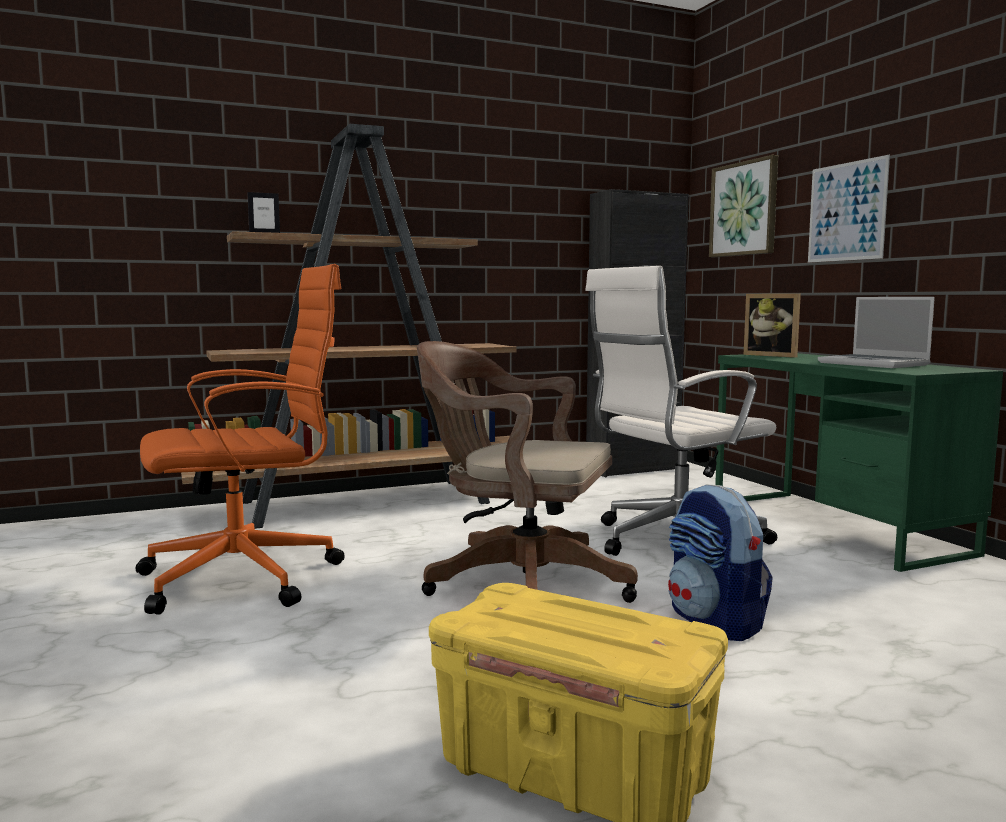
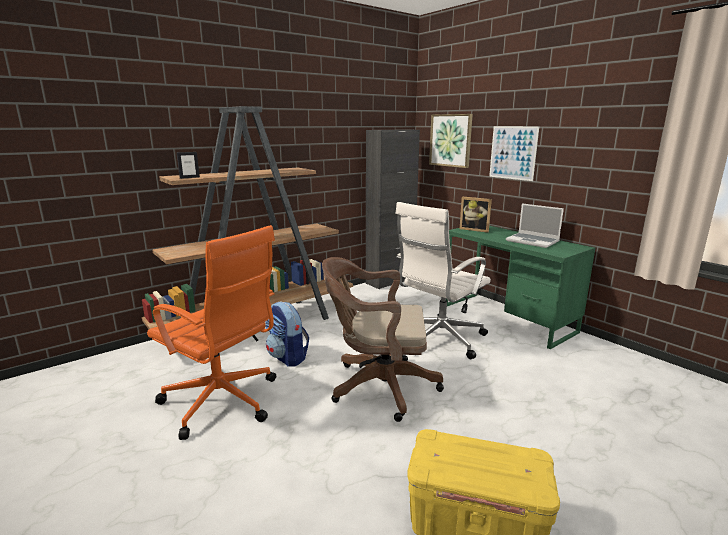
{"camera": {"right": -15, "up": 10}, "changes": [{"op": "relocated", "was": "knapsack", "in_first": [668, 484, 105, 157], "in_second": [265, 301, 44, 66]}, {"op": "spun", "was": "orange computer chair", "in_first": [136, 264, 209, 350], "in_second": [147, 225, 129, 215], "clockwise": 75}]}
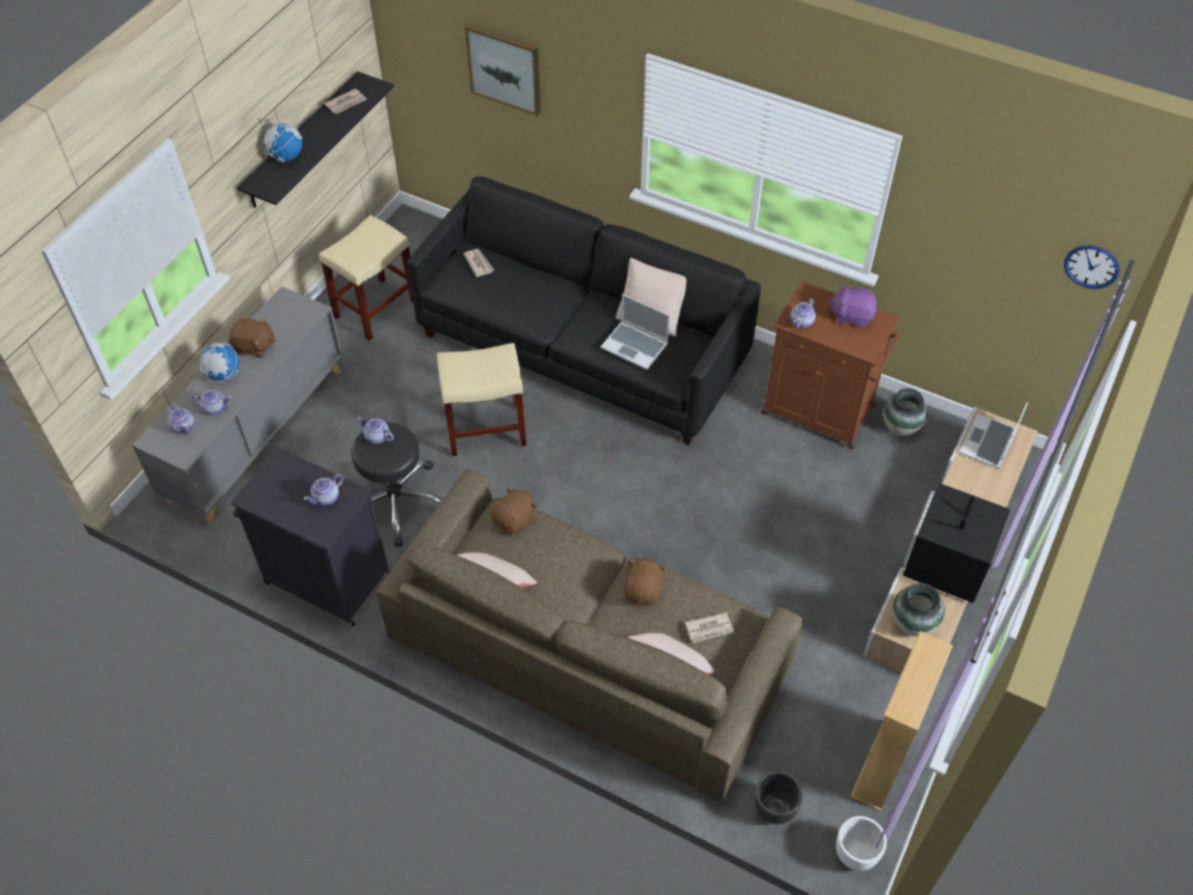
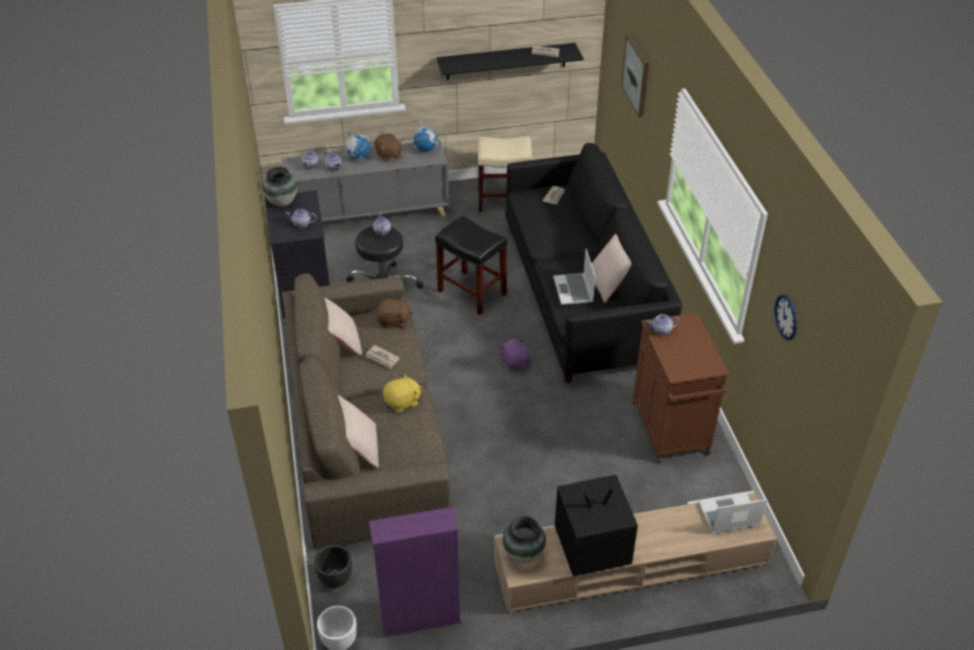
{"camera": {"right": 50, "up": -10}, "changes": [{"op": "relocated", "was": "desk globe", "in_first": [263, 118, 39, 44], "in_second": [411, 119, 27, 33]}, {"op": "relocated", "was": "newspaper", "in_first": [685, 612, 49, 31], "in_second": [366, 345, 34, 24]}, {"op": "relocated", "was": "purple-coloured cuddly toy", "in_first": [829, 283, 48, 45], "in_second": [499, 338, 32, 33]}, {"op": "relocated", "was": "vase", "in_first": [883, 388, 45, 48], "in_second": [262, 167, 35, 40]}, {"op": "relocated", "was": "clock on the wall", "in_first": [1064, 246, 56, 43], "in_second": [775, 294, 22, 46]}, {"op": "colour", "was": "beige stool seat", "now": "black-coloured stool seat", "in_first": [437, 343, 90, 114], "in_second": [435, 216, 72, 99]}, {"op": "colour", "was": "brown-coloured cuddly toy", "now": "yellow cuddly toy", "in_first": [624, 558, 43, 46], "in_second": [383, 374, 38, 38]}, {"op": "colour", "was": "beige bookcase", "now": "purple-coloured bookcase", "in_first": [850, 631, 103, 180], "in_second": [369, 507, 93, 130]}]}
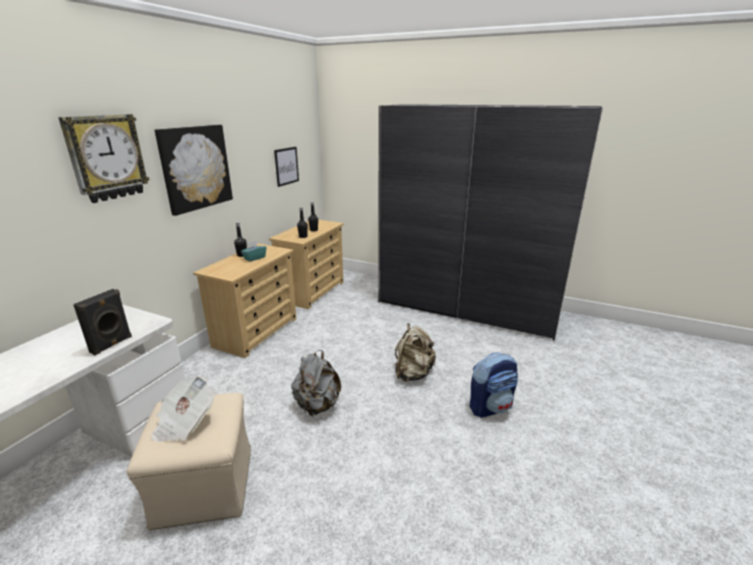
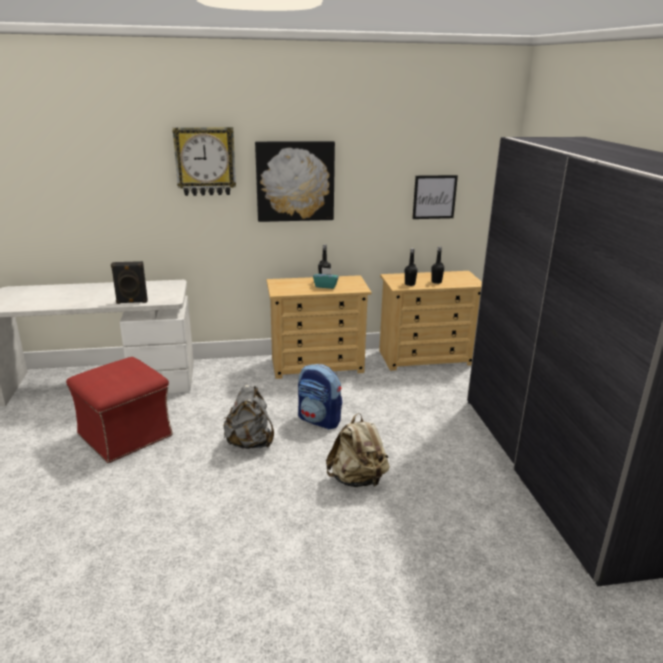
{"camera": {"right": 55, "up": 0}, "changes": [{"op": "missing", "was": "newspaper", "in_first": [151, 376, 63, 66]}, {"op": "relocated", "was": "knapsack", "in_first": [469, 352, 49, 66], "in_second": [298, 364, 44, 66]}, {"op": "colour", "was": "beige ottoman", "now": "red ottoman", "in_first": [127, 393, 124, 138], "in_second": [66, 357, 107, 106]}]}
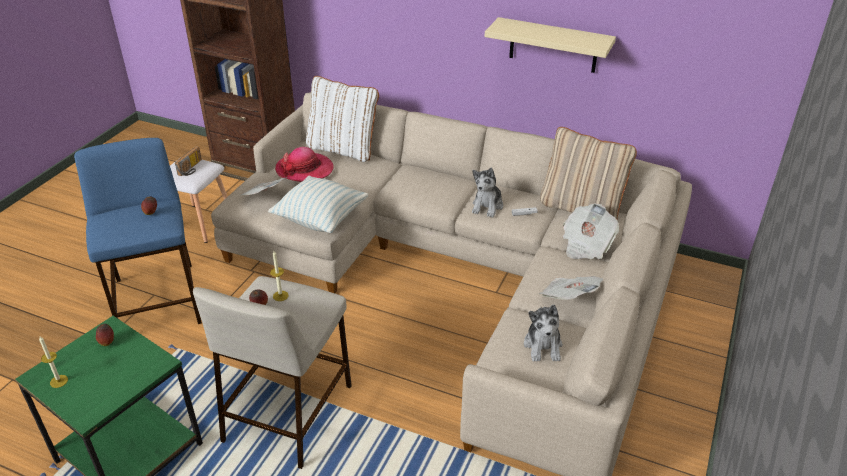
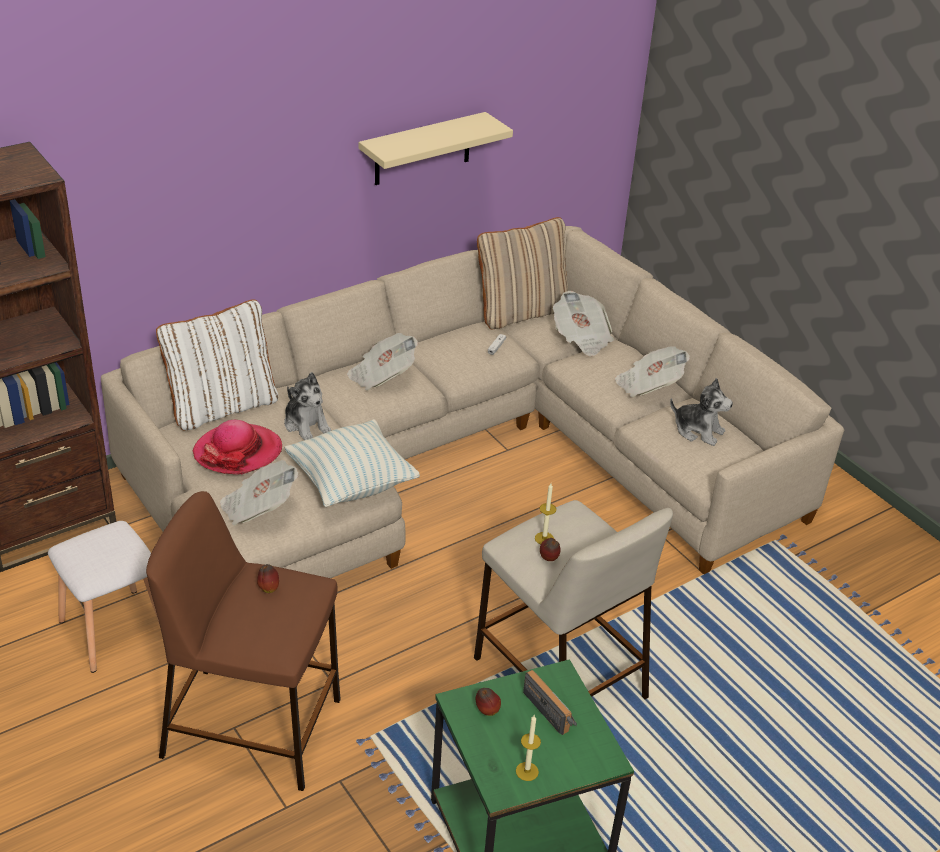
{"camera": {"right": -60, "up": 0}, "changes": [{"op": "appeared", "now": "newspaper", "in_second": [347, 333, 71, 58]}, {"op": "relocated", "was": "radio receiver", "in_first": [175, 146, 27, 30], "in_second": [523, 670, 54, 65]}, {"op": "relocated", "was": "cuddly toy", "in_first": [472, 168, 31, 50], "in_second": [284, 372, 47, 68]}, {"op": "colour", "was": "blue-coloured stool seat", "now": "brown-coloured stool seat", "in_first": [74, 138, 128, 186], "in_second": [146, 491, 195, 300]}]}
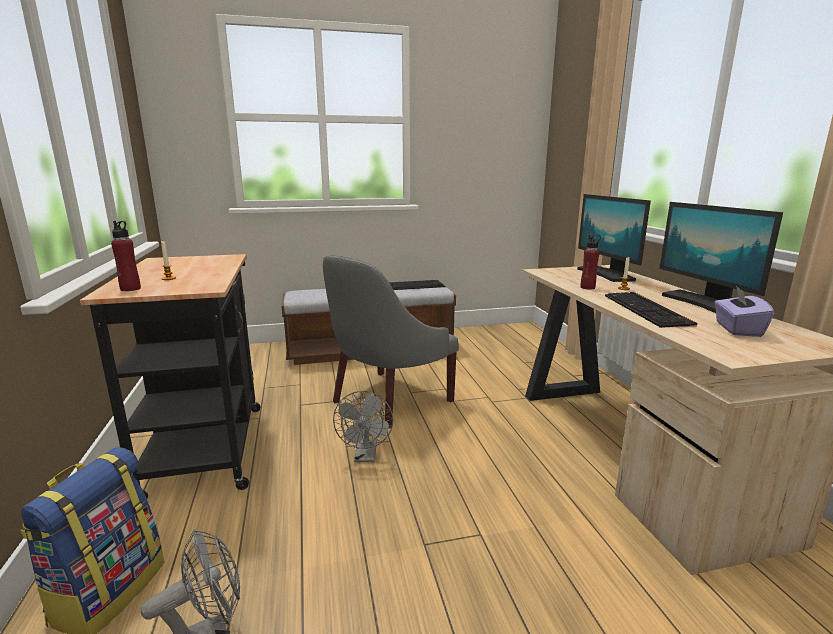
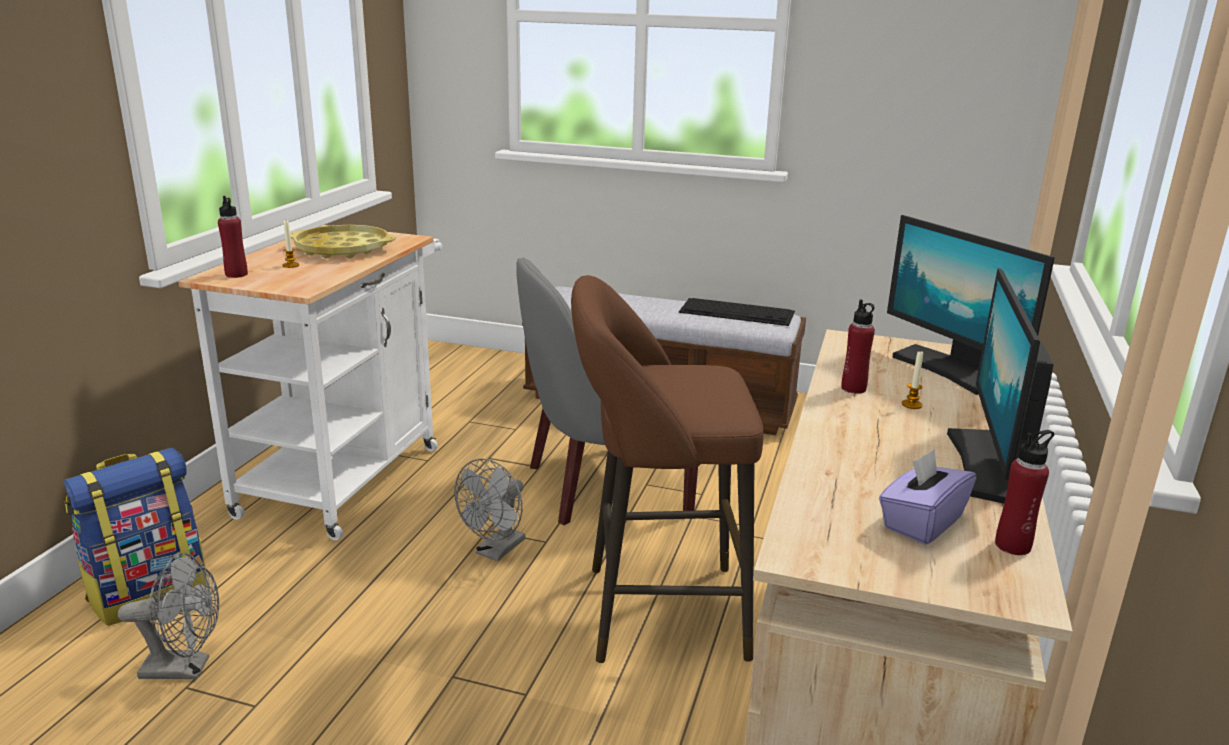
{"camera": {"right": 30, "up": 5}, "changes": [{"op": "missing", "was": "PC keyboard", "in_first": [605, 292, 92, 36]}, {"op": "appeared", "now": "yellow serving tray", "in_second": [290, 225, 106, 33]}, {"op": "appeared", "now": "brown-coloured stool seat", "in_second": [571, 275, 193, 388]}, {"op": "appeared", "now": "red drink bottle", "in_second": [995, 430, 59, 125]}, {"op": "colour", "was": "black-coloured trolley", "now": "whitish trolley", "in_first": [80, 254, 180, 245], "in_second": [178, 225, 264, 316]}, {"op": "spun", "was": "monitor", "in_first": [577, 194, 74, 88], "in_second": [887, 215, 168, 180], "clockwise": -45}]}
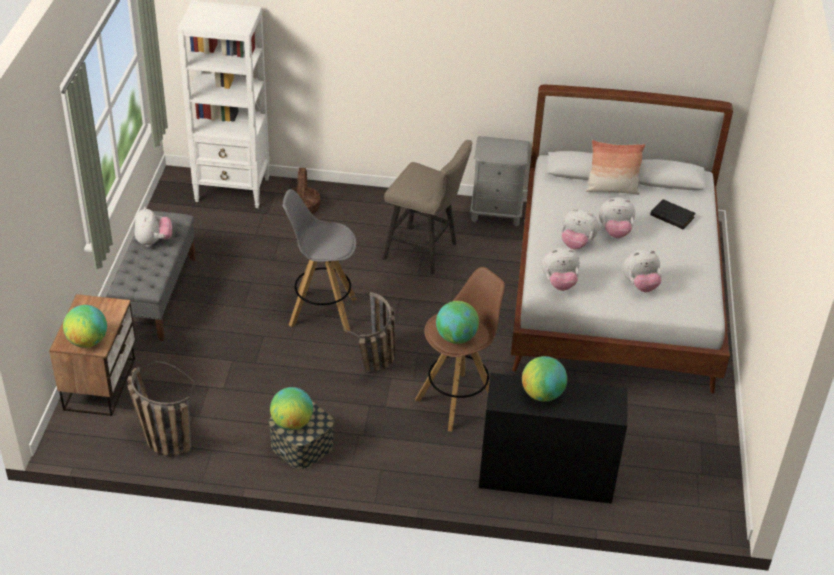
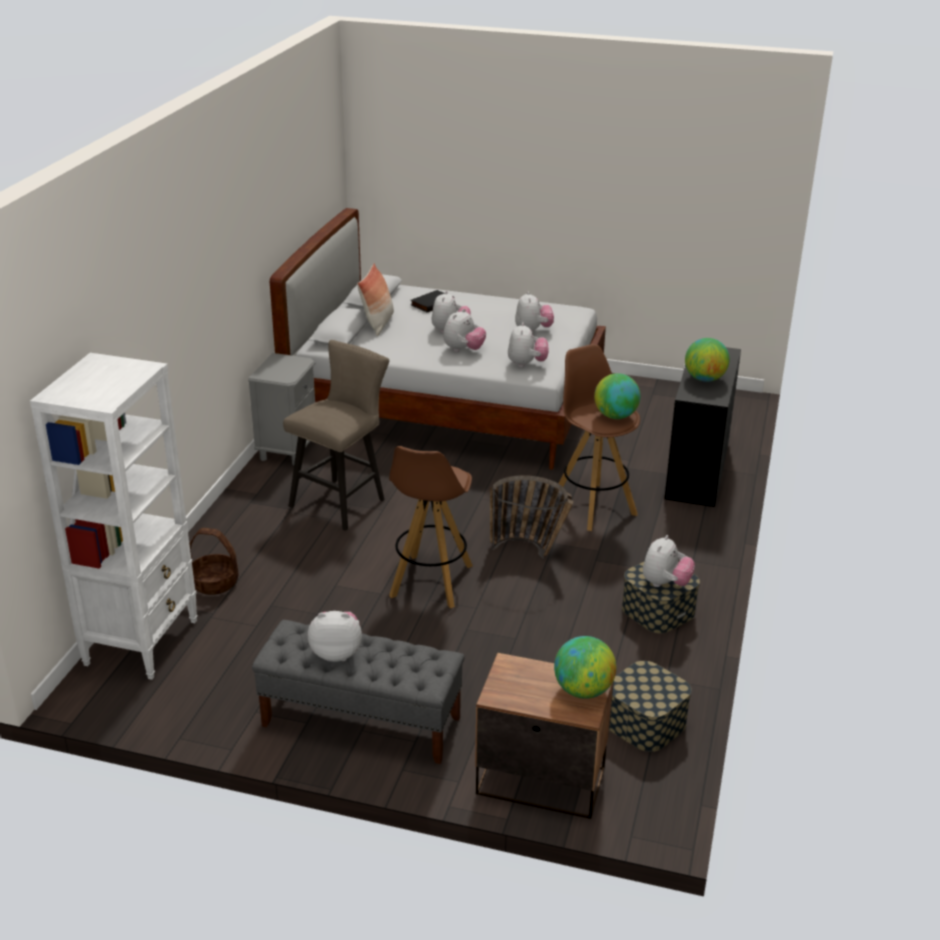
{"camera": {"right": -80, "up": -10}, "changes": [{"op": "exchanged", "was": "storage basket", "now": "storage box", "in_first": [127, 361, 68, 95], "in_second": [609, 661, 83, 91]}, {"op": "exchanged", "was": "desk globe", "now": "cuddly toy", "in_first": [270, 387, 43, 43], "in_second": [643, 535, 52, 52]}, {"op": "colour", "was": "grey stool seat", "now": "brown-coloured stool seat", "in_first": [282, 189, 75, 143], "in_second": [389, 446, 84, 162]}]}
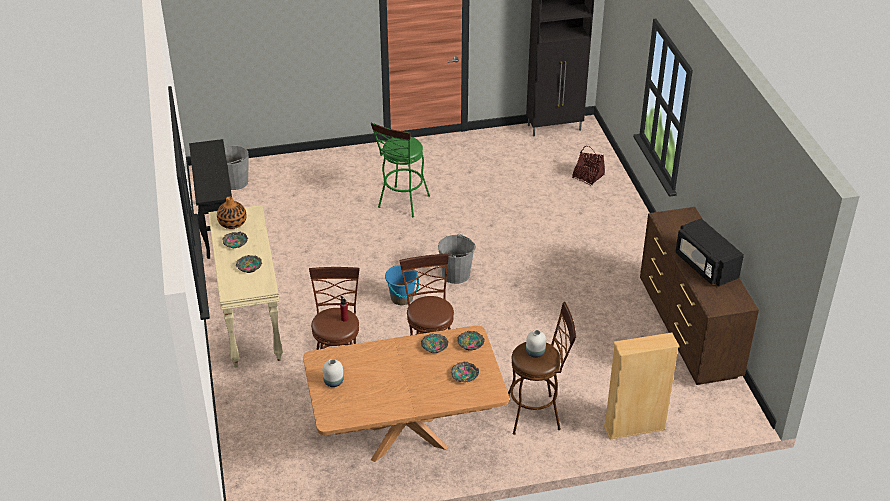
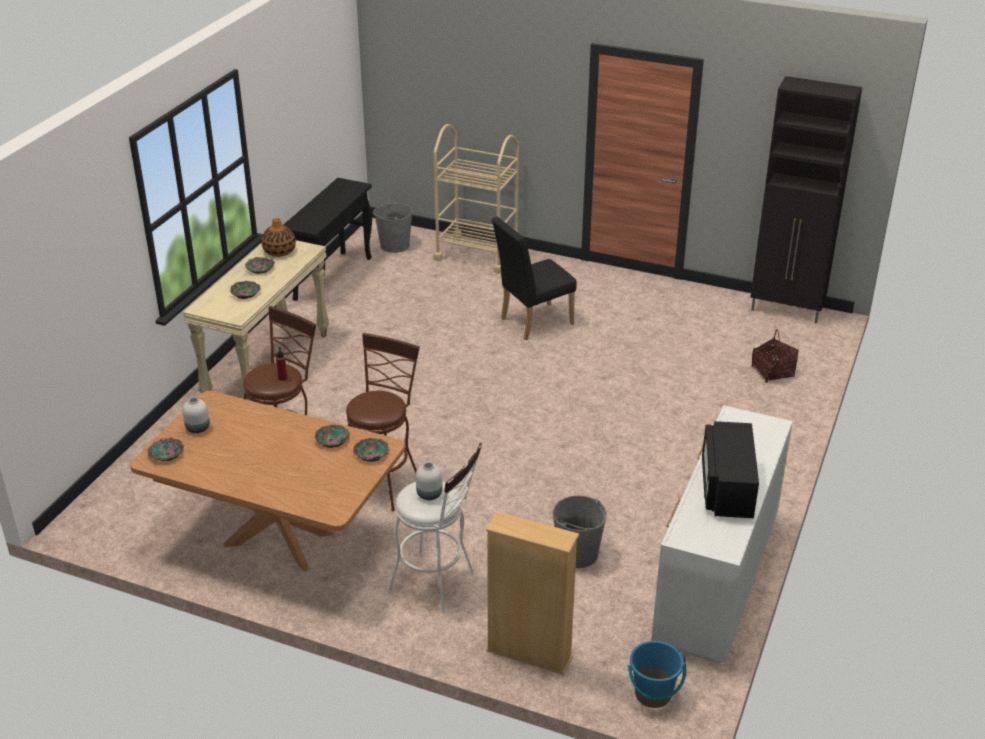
{"camera": {"right": 35, "up": -5}, "changes": [{"op": "appeared", "now": "beige trolley", "in_second": [434, 124, 85, 150]}, {"op": "relocated", "was": "blue-coloured pail", "in_first": [385, 265, 34, 40], "in_second": [628, 641, 58, 67]}, {"op": "relocated", "was": "grey pail", "in_first": [438, 234, 38, 50], "in_second": [553, 495, 54, 73]}, {"op": "relocated", "was": "bowl", "in_first": [451, 361, 28, 21], "in_second": [147, 437, 37, 24]}, {"op": "exchanged", "was": "green-coloured stool seat", "now": "black-coloured plain chair", "in_first": [371, 122, 59, 95], "in_second": [492, 217, 85, 123]}, {"op": "colour", "was": "brown-coloured stool seat", "now": "whitish stool seat", "in_first": [508, 302, 68, 133], "in_second": [388, 442, 95, 171]}, {"op": "colour", "was": "brown-coloured chest of drawers", "now": "whitish chest of drawers", "in_first": [640, 207, 119, 178], "in_second": [651, 405, 142, 259]}]}
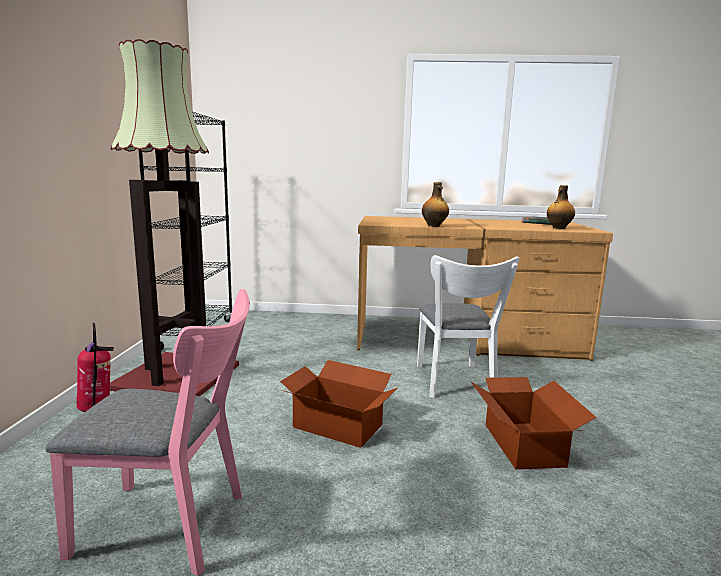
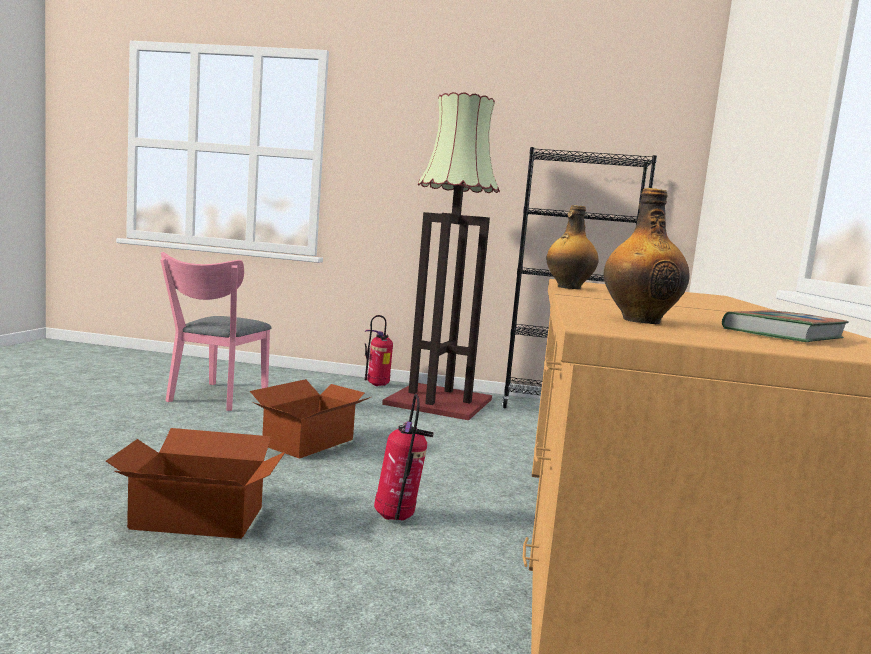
{"camera": {"right": 95, "up": -5}, "changes": [{"op": "exchanged", "was": "whitish plain chair", "now": "fire extinguisher", "in_first": [417, 255, 102, 143], "in_second": [374, 393, 60, 127]}]}
